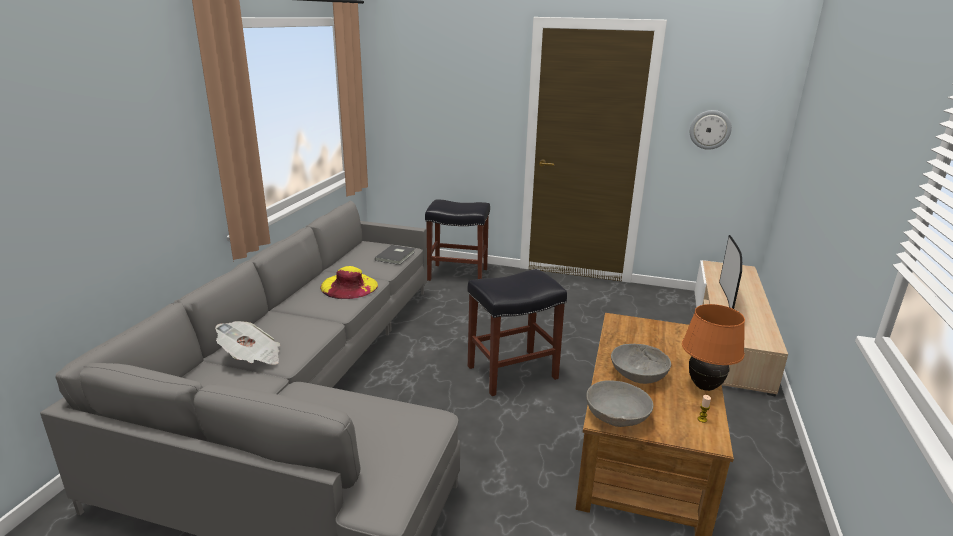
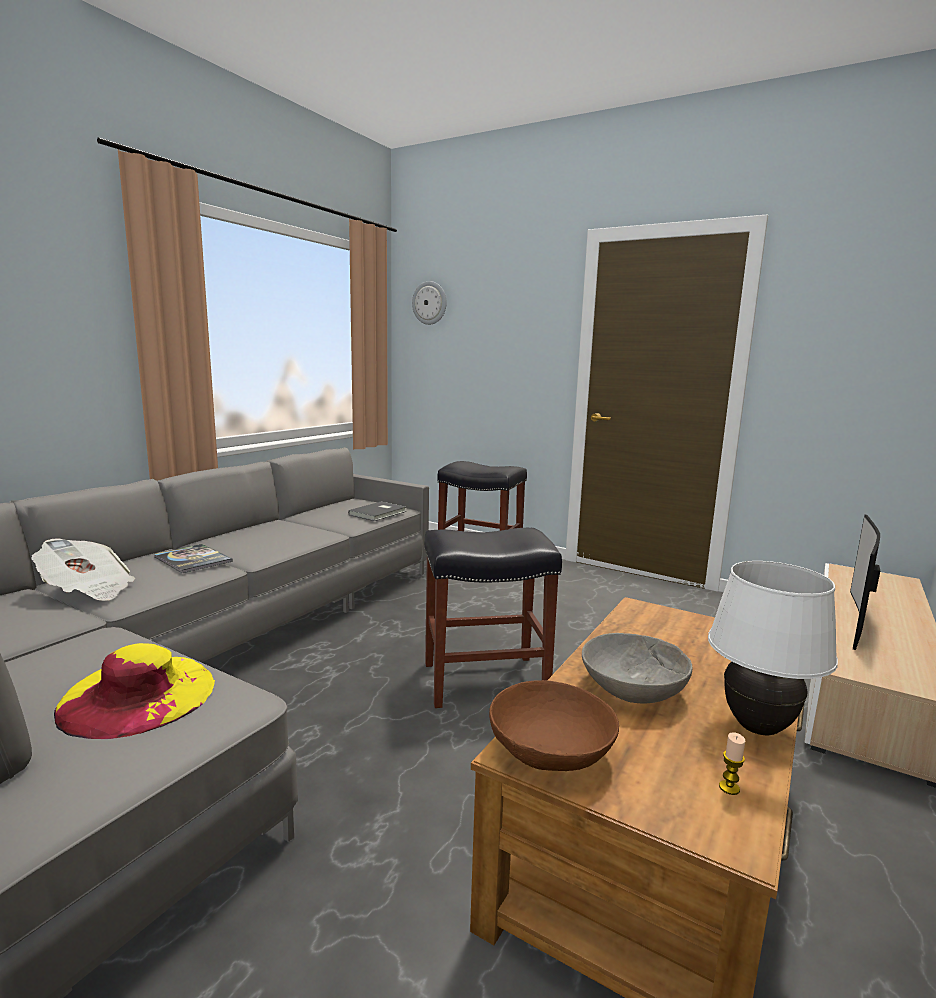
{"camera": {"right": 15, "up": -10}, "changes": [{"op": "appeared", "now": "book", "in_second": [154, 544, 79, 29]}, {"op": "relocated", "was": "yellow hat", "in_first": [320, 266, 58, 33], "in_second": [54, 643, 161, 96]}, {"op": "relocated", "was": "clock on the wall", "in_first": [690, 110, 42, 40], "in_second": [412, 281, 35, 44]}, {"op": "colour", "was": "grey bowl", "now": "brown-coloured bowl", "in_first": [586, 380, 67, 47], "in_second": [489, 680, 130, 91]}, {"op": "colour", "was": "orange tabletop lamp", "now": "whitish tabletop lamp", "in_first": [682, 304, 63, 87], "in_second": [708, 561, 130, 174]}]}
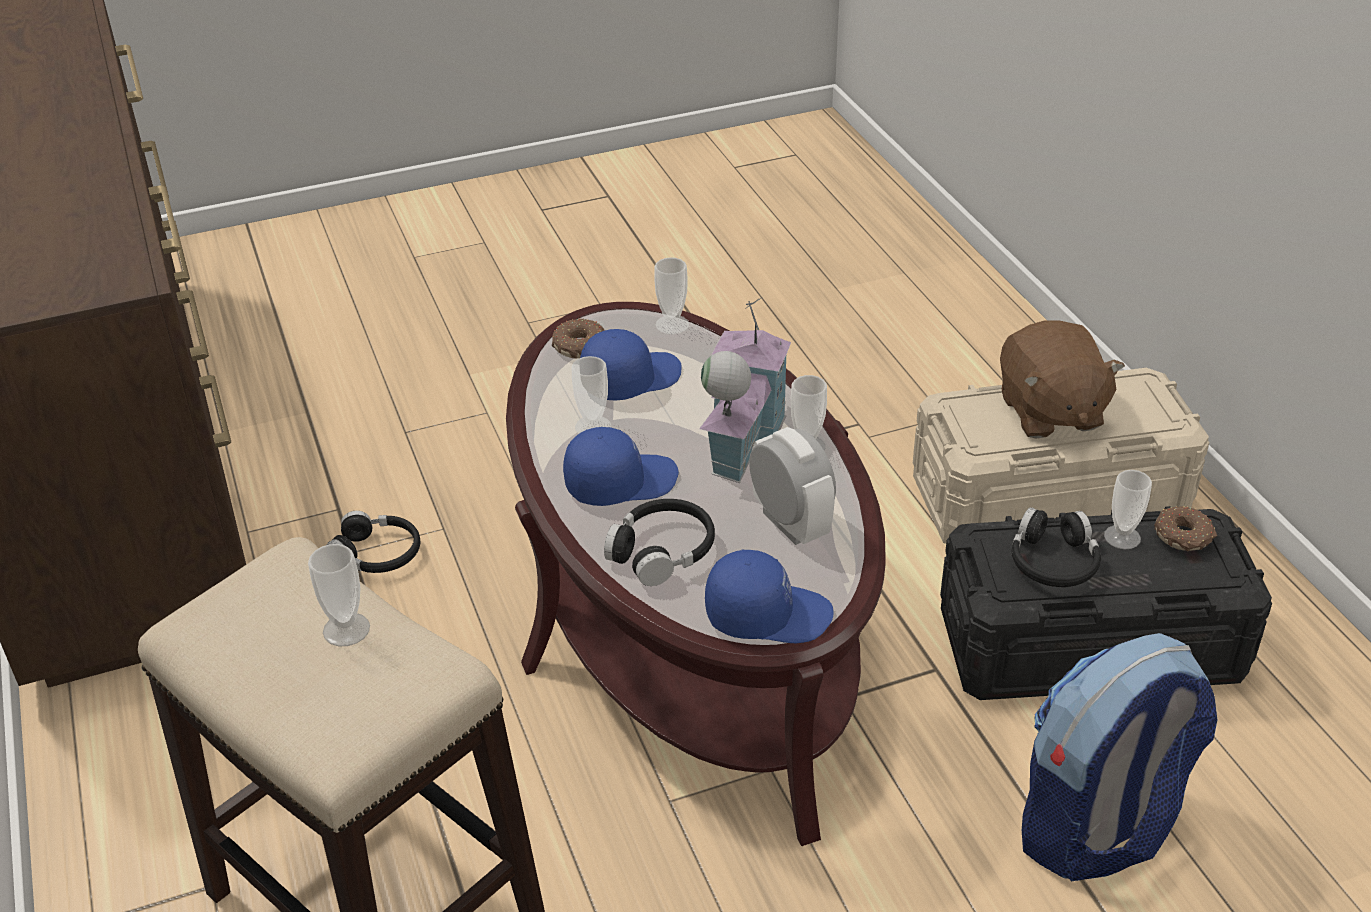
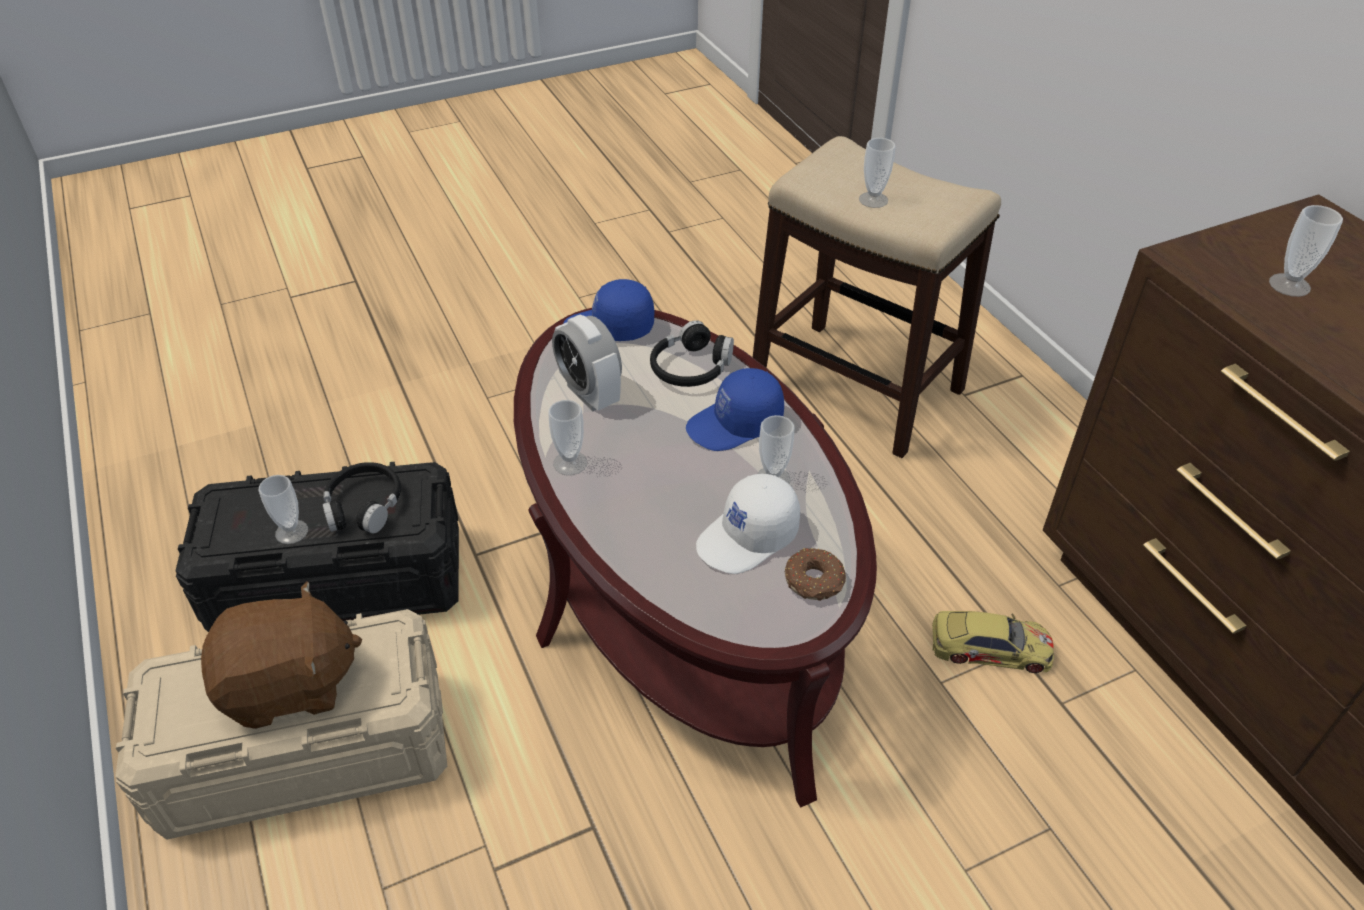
{"camera": {"right": 175, "up": 5}, "changes": [{"op": "missing", "was": "model house", "in_first": [699, 297, 92, 186]}, {"op": "missing", "was": "knapsack", "in_first": [1022, 633, 195, 248]}, {"op": "missing", "was": "ring doughnut", "in_first": [1154, 506, 63, 45]}, {"op": "relocated", "was": "drinking cup", "in_first": [654, 257, 35, 77], "in_second": [1269, 205, 74, 92]}, {"op": "exchanged", "was": "black-coloured headset", "now": "miniature car", "in_first": [326, 511, 94, 62], "in_second": [932, 611, 122, 62]}, {"op": "colour", "was": "blue-coloured cap", "now": "whitish cap", "in_first": [580, 329, 102, 71], "in_second": [696, 474, 104, 100]}, {"op": "spun", "was": "brown-coloured cuddly toy", "in_first": [1000, 320, 125, 119], "in_second": [201, 581, 161, 148], "clockwise": 90}]}
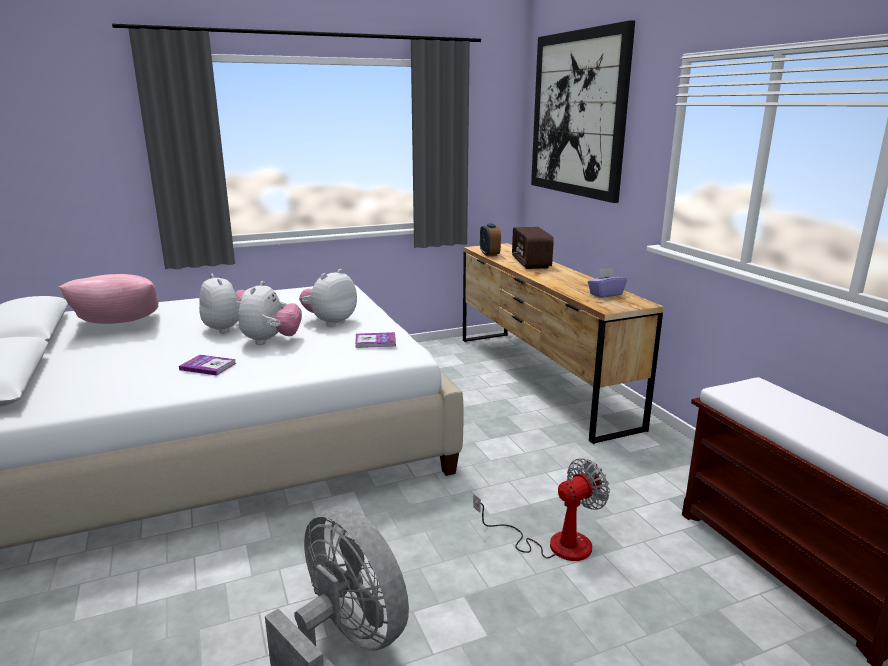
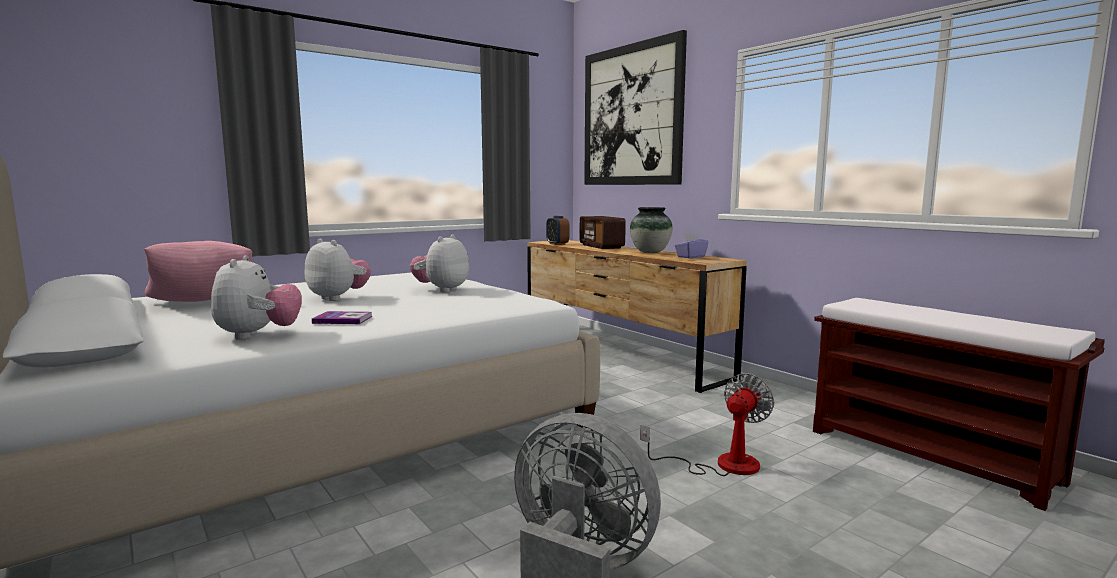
{"camera": {"right": -15, "up": -10}, "changes": [{"op": "missing", "was": "book", "in_first": [355, 332, 41, 16]}, {"op": "appeared", "now": "vase", "in_second": [630, 207, 43, 46]}, {"op": "relocated", "was": "cuddly toy", "in_first": [239, 281, 63, 64], "in_second": [211, 255, 91, 85]}]}
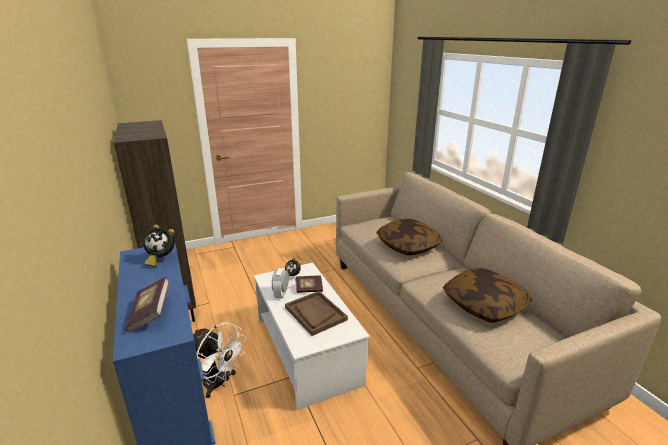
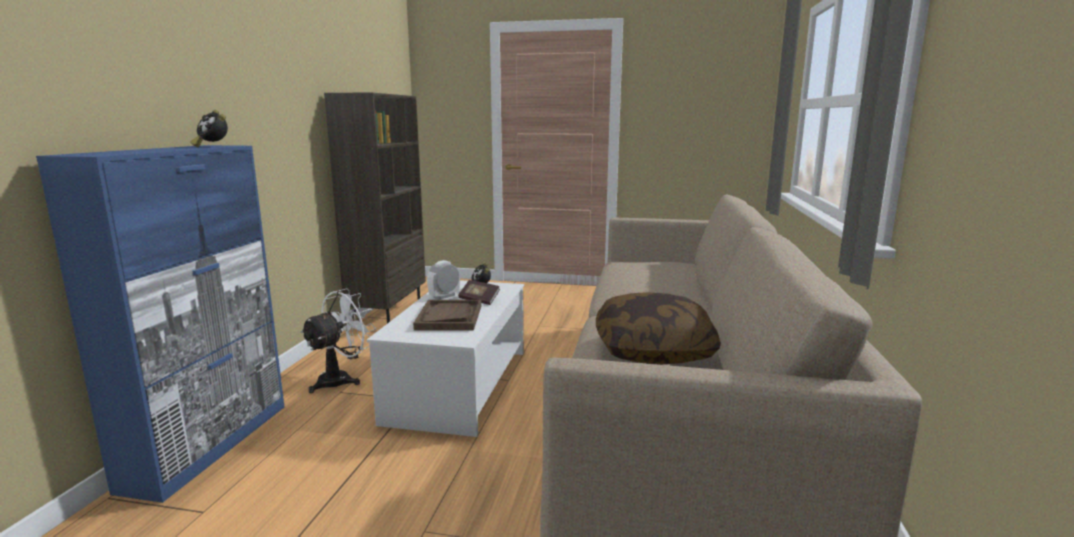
{"camera": {"right": 35, "up": -10}, "changes": [{"op": "missing", "was": "book", "in_first": [126, 277, 44, 56]}, {"op": "missing", "was": "throw pillow", "in_first": [376, 219, 67, 36]}, {"op": "spun", "was": "whitish cooling fan", "in_first": [193, 322, 53, 76], "in_second": [300, 288, 76, 105], "clockwise": -120}]}
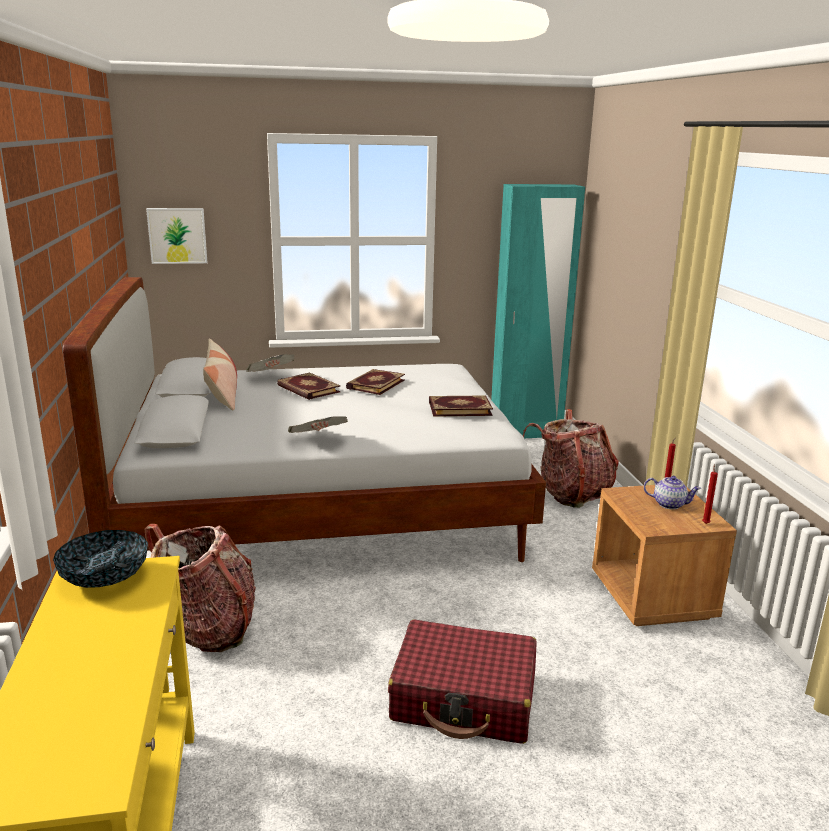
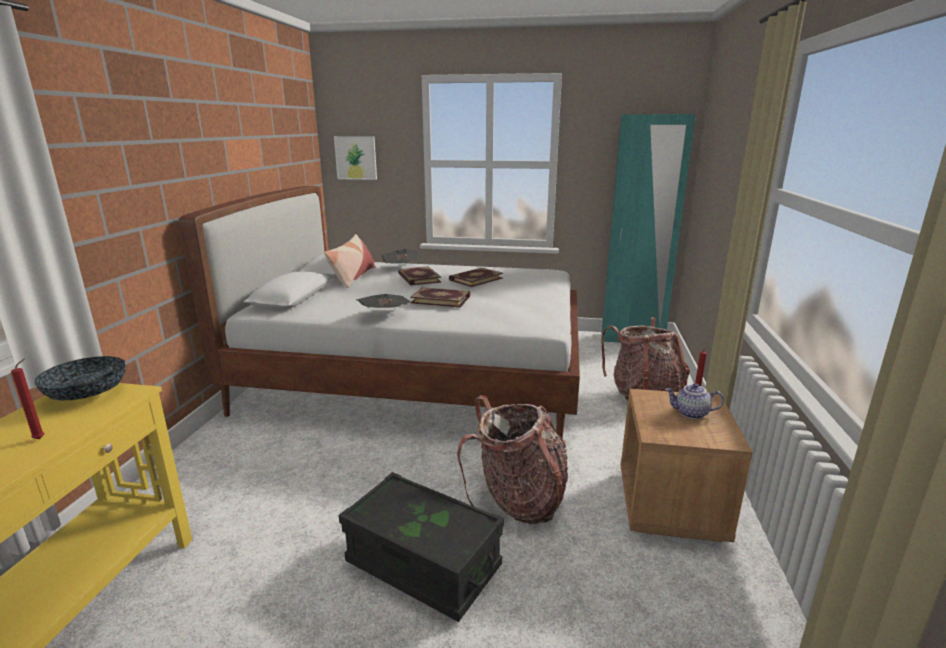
{"camera": {"right": 20, "up": 0}, "changes": [{"op": "relocated", "was": "knapsack", "in_first": [144, 524, 112, 128], "in_second": [457, 395, 111, 130]}, {"op": "relocated", "was": "book", "in_first": [429, 395, 64, 22], "in_second": [410, 287, 60, 21]}, {"op": "relocated", "was": "red wax light", "in_first": [702, 465, 16, 59], "in_second": [11, 358, 33, 81]}, {"op": "exchanged", "was": "red piece of luggage", "now": "black-coloured storage box", "in_first": [388, 619, 149, 125], "in_second": [339, 472, 165, 150]}, {"op": "spun", "was": "pot for tea", "in_first": [644, 476, 57, 34], "in_second": [665, 383, 59, 36], "clockwise": 150}]}
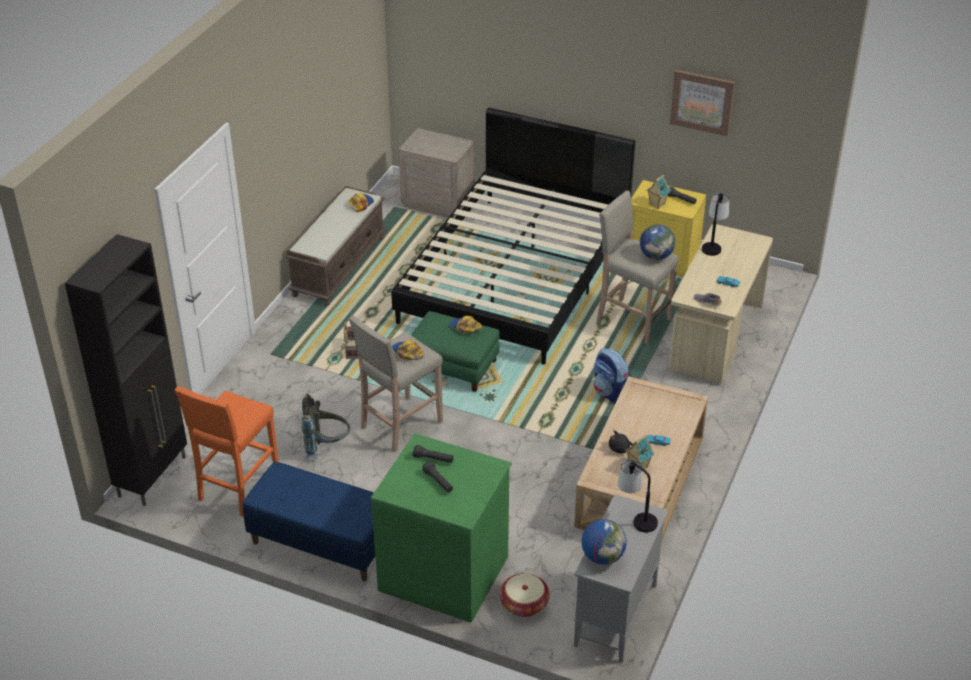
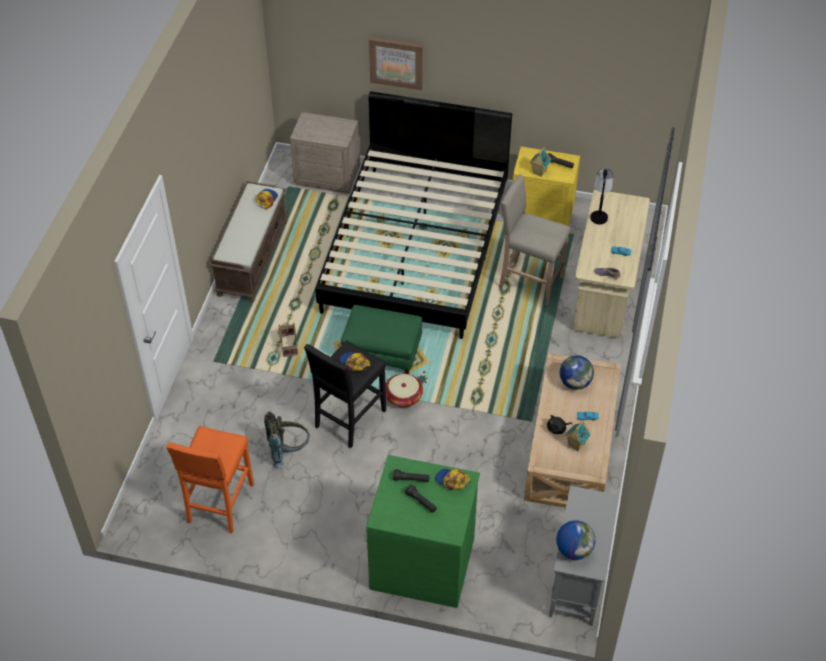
{"camera": {"right": -10, "up": 10}, "changes": [{"op": "missing", "was": "black-coloured cabinet", "in_first": [65, 234, 122, 272]}, {"op": "missing", "was": "blue-coloured indoor bench", "in_first": [243, 462, 132, 120]}, {"op": "missing", "was": "knapsack", "in_first": [593, 348, 38, 56]}, {"op": "missing", "was": "tabletop lamp", "in_first": [617, 459, 41, 74]}, {"op": "relocated", "was": "cap", "in_first": [450, 316, 32, 18], "in_second": [435, 469, 36, 21]}, {"op": "relocated", "was": "storage basket", "in_first": [500, 573, 50, 44], "in_second": [385, 374, 38, 34]}, {"op": "relocated", "was": "desk globe", "in_first": [640, 225, 35, 35], "in_second": [560, 355, 34, 35]}, {"op": "relocated", "was": "picture", "in_first": [670, 70, 65, 66], "in_second": [369, 37, 54, 53]}, {"op": "colour", "was": "beige stool seat", "now": "black-coloured stool seat", "in_first": [349, 316, 94, 136], "in_second": [304, 341, 82, 107]}]}
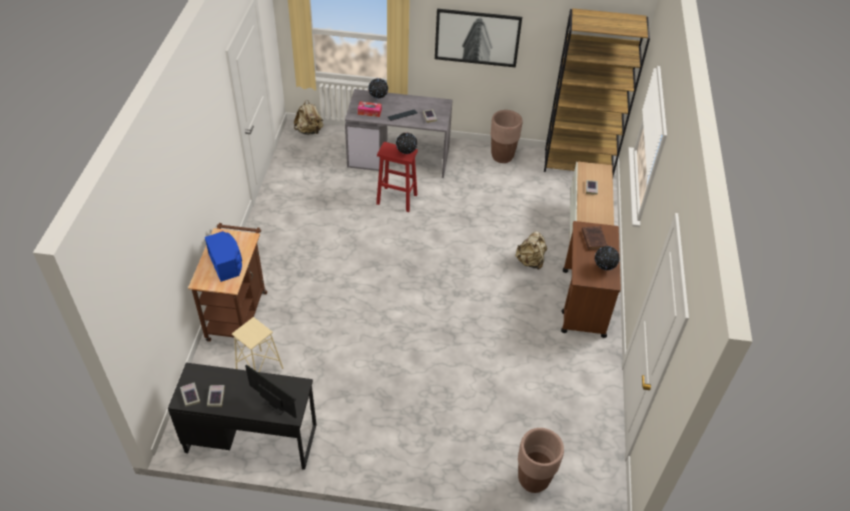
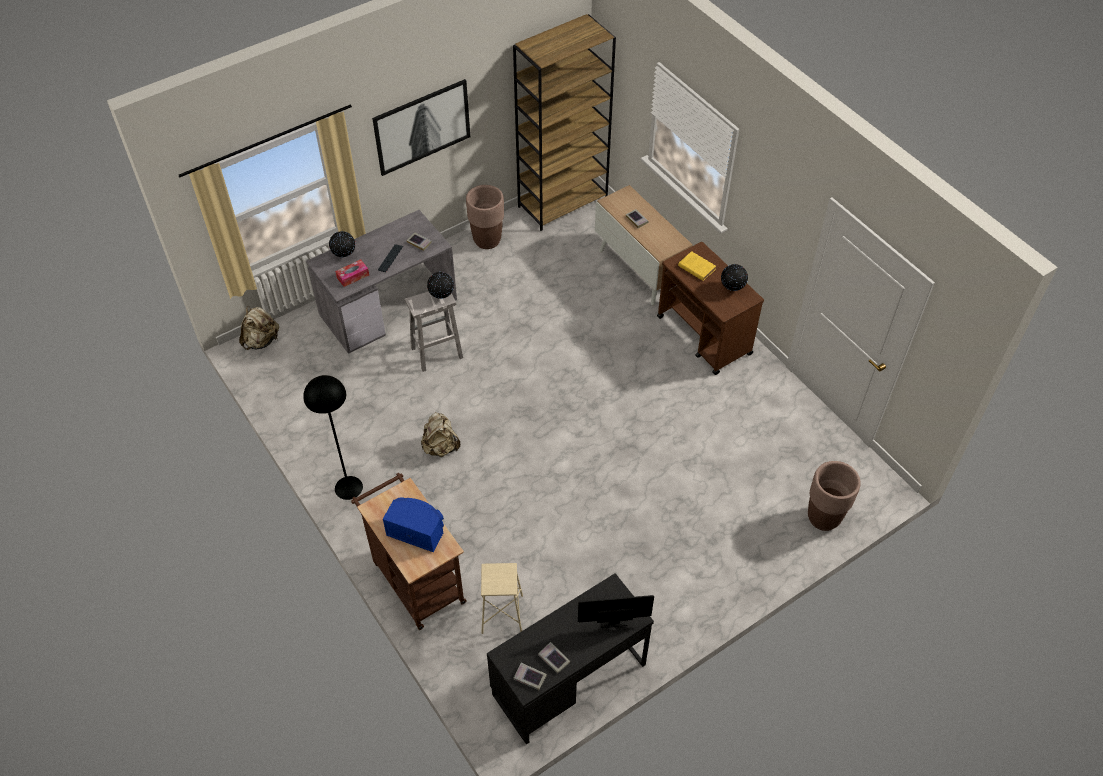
{"camera": {"right": -40, "up": 5}, "changes": [{"op": "appeared", "now": "black-coloured standard lamp", "in_second": [303, 375, 60, 125]}, {"op": "relocated", "was": "beige knapsack", "in_first": [515, 231, 32, 39], "in_second": [421, 412, 39, 45]}, {"op": "colour", "was": "red stool seat", "now": "whitish stool seat", "in_first": [376, 142, 42, 70], "in_second": [405, 291, 58, 81]}, {"op": "colour", "was": "brown-coloured book", "now": "yellow book", "in_first": [582, 226, 26, 24], "in_second": [678, 251, 38, 30]}]}
